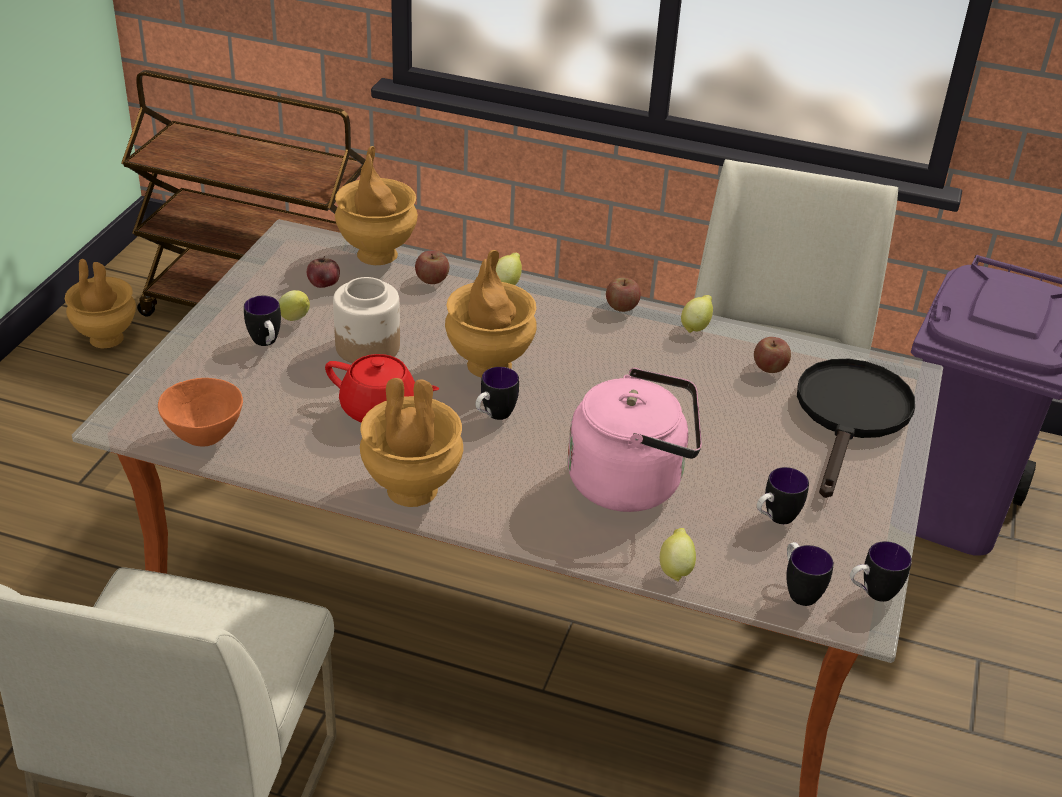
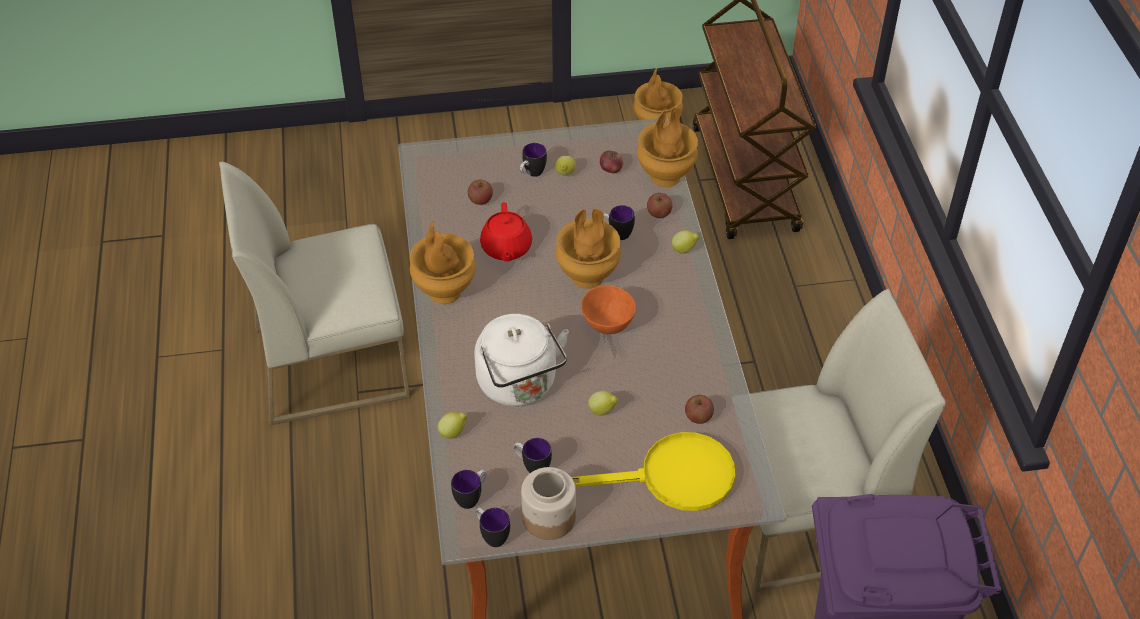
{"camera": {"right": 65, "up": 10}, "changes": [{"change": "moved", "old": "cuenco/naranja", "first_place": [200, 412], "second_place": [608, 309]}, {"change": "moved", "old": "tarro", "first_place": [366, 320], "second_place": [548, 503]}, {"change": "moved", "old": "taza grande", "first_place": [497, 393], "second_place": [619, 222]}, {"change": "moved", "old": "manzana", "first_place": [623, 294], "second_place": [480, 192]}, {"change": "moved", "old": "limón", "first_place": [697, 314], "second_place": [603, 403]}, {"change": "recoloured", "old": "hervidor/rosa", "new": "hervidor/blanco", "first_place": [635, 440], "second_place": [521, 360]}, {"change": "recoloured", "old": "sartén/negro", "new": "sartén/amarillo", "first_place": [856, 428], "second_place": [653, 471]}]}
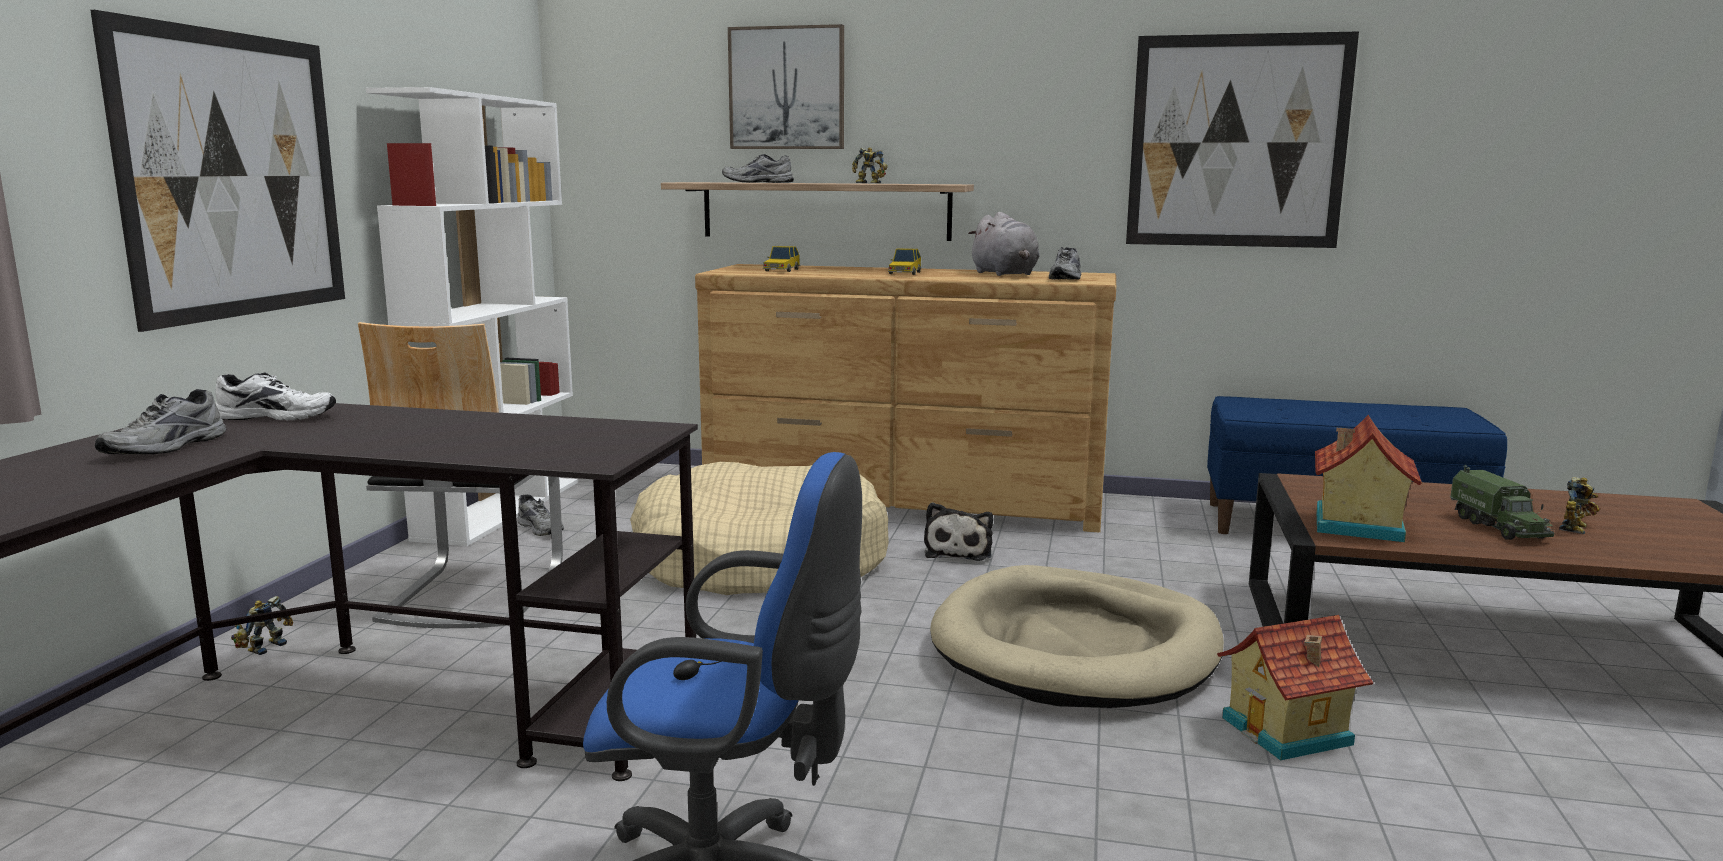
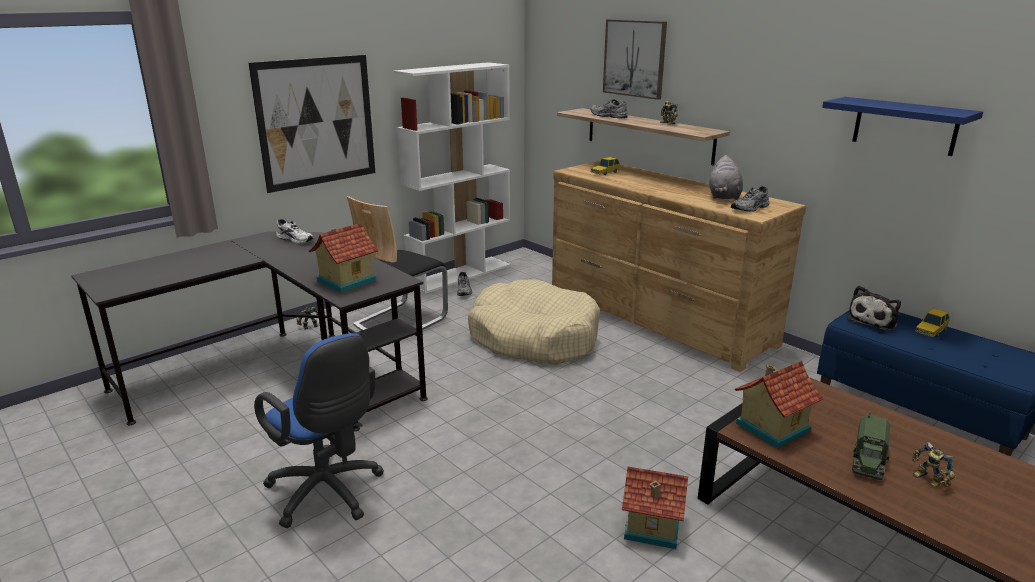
{"camera": {"right": 35, "up": 10}, "changes": [{"change": "removed", "old": "zapato/gris", "first_place": [160, 422]}, {"change": "removed", "old": "cama para perro/beis", "first_place": [1077, 636]}, {"change": "added", "new": "casita", "second_place": [343, 258]}, {"change": "moved", "old": "coche de juguete", "first_place": [904, 261], "second_place": [932, 323]}, {"change": "moved", "old": "peluche", "first_place": [958, 531], "second_place": [874, 308]}, {"change": "replaced", "old": "cuadro", "new": "estante/azul", "first_place": [1242, 139], "second_place": [902, 126]}, {"change": "turned", "old": "robot de juguete", "first_place": [1579, 505], "second_place": [934, 465], "degrees": 75}]}
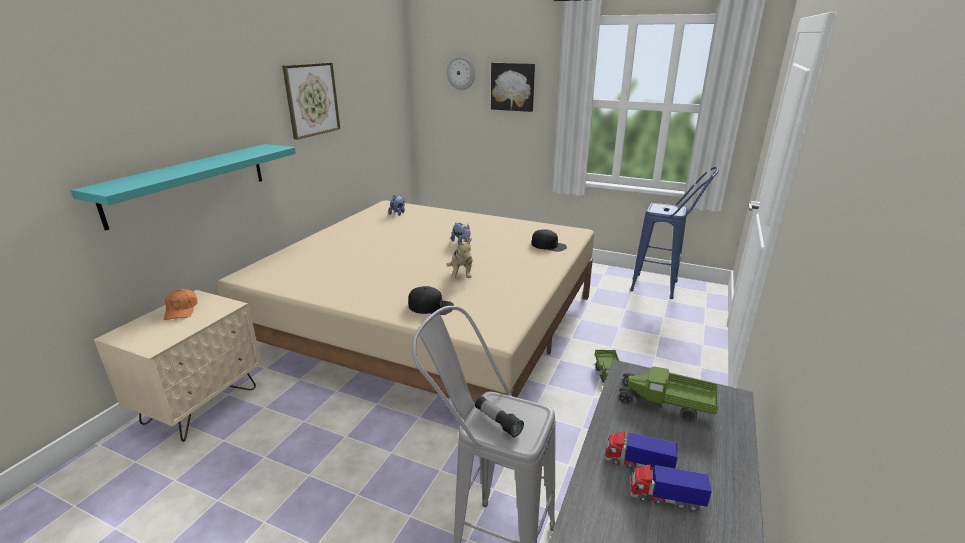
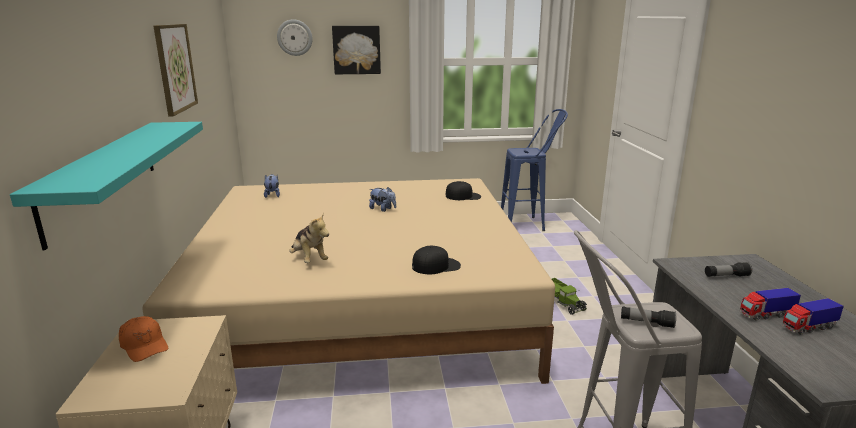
{"camera": {"right": -30, "up": -5}, "changes": [{"change": "moved", "old": "peluche", "first_place": [459, 258], "second_place": [309, 238]}, {"change": "replaced", "old": "camión de juguete", "new": "linterna", "first_place": [667, 395], "second_place": [728, 269]}]}
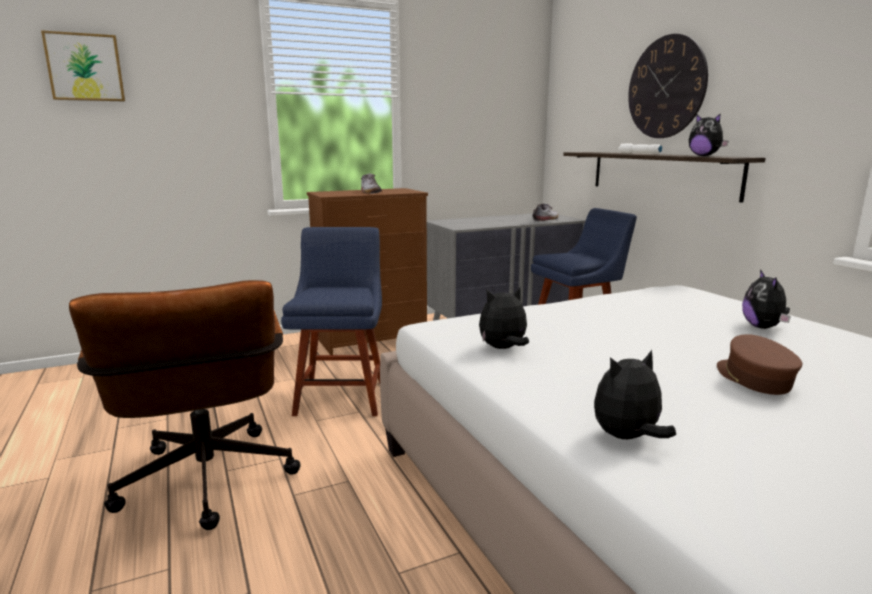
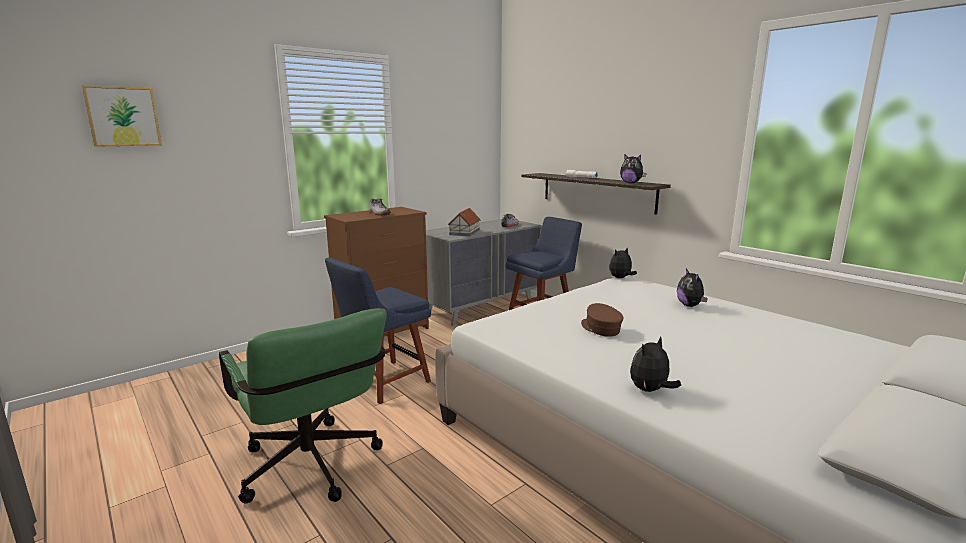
{"camera": {"right": -15, "up": 0}, "changes": [{"change": "removed", "old": "reloj de pared", "first_place": [668, 86]}, {"change": "added", "new": "casita", "second_place": [464, 222]}, {"change": "moved", "old": "peluche", "first_place": [504, 318], "second_place": [623, 262]}, {"change": "moved", "old": "gorra/marrón", "first_place": [759, 364], "second_place": [602, 320]}, {"change": "recoloured", "old": "silla de oficina/marrón", "new": "silla de oficina/verde", "first_place": [185, 405], "second_place": [303, 405]}, {"change": "turned", "old": "silla/azul", "first_place": [331, 321], "second_place": [378, 331], "degrees": -120}]}
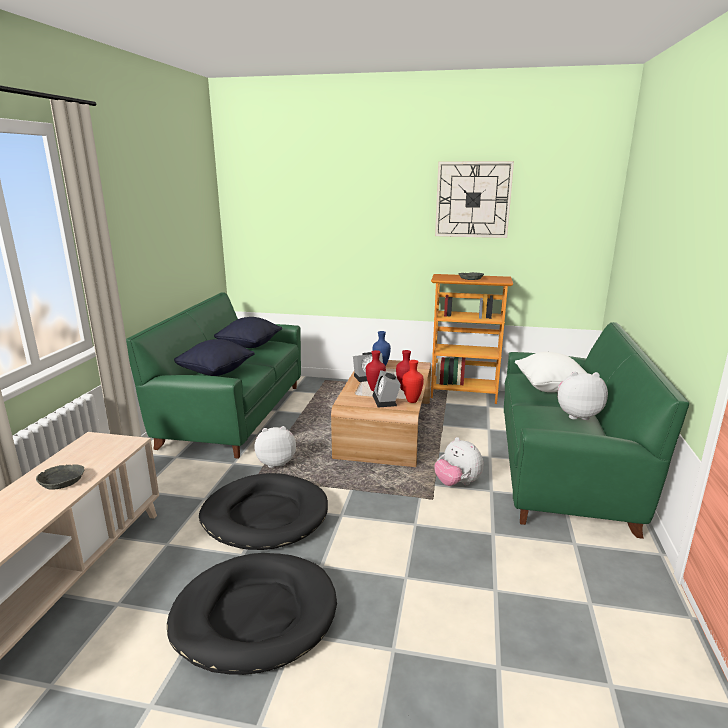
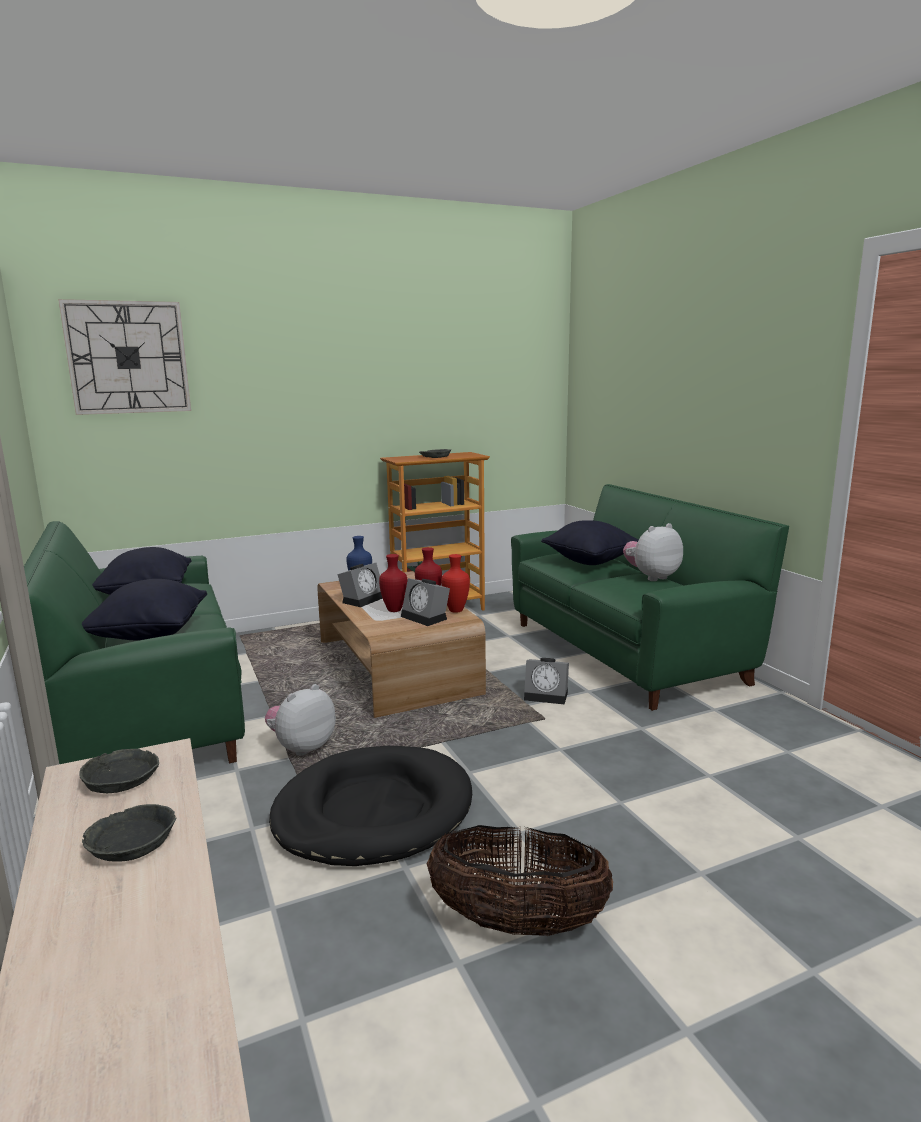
{"camera": {"right": -35, "up": -5}, "changes": [{"change": "added", "new": "cuenco/gris", "second_place": [119, 771]}, {"change": "moved", "old": "reloj de pared", "first_place": [474, 199], "second_place": [124, 357]}, {"change": "replaced", "old": "cama para perro/negro", "new": "cesta", "first_place": [252, 614], "second_place": [520, 880]}, {"change": "replaced", "old": "peluche", "new": "despertador", "first_place": [458, 461], "second_place": [546, 681]}, {"change": "recoloured", "old": "cojín/blanco", "new": "cojín/negro", "first_place": [551, 372], "second_place": [590, 542]}]}
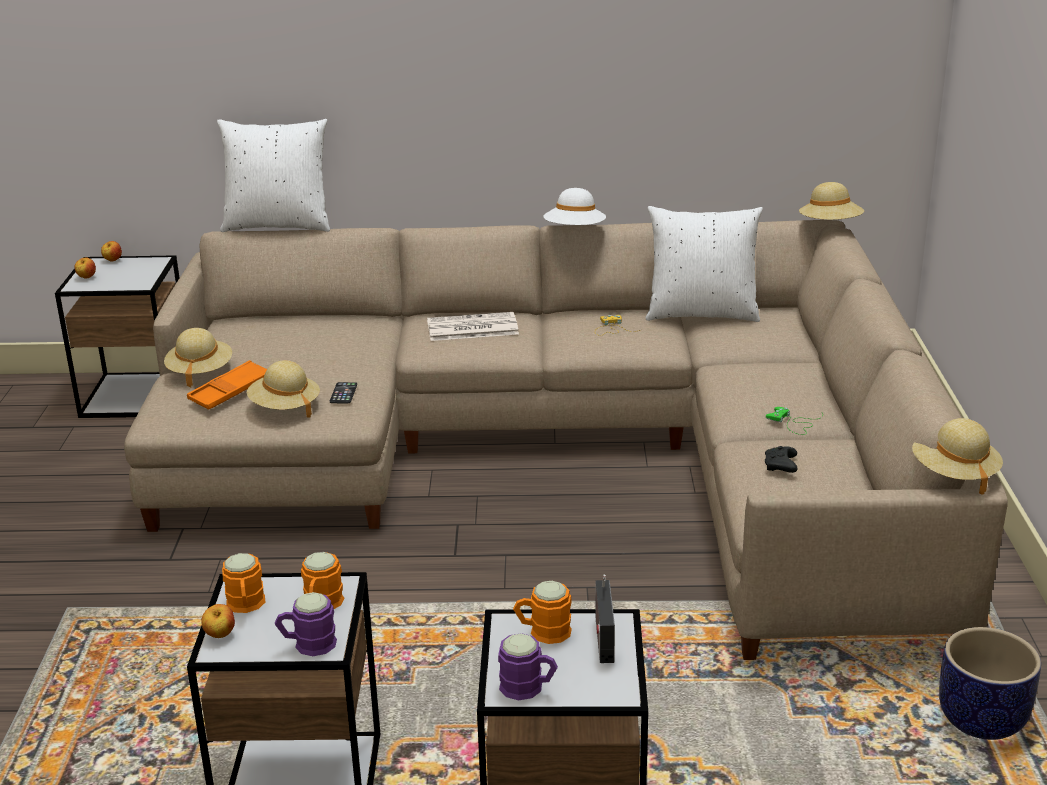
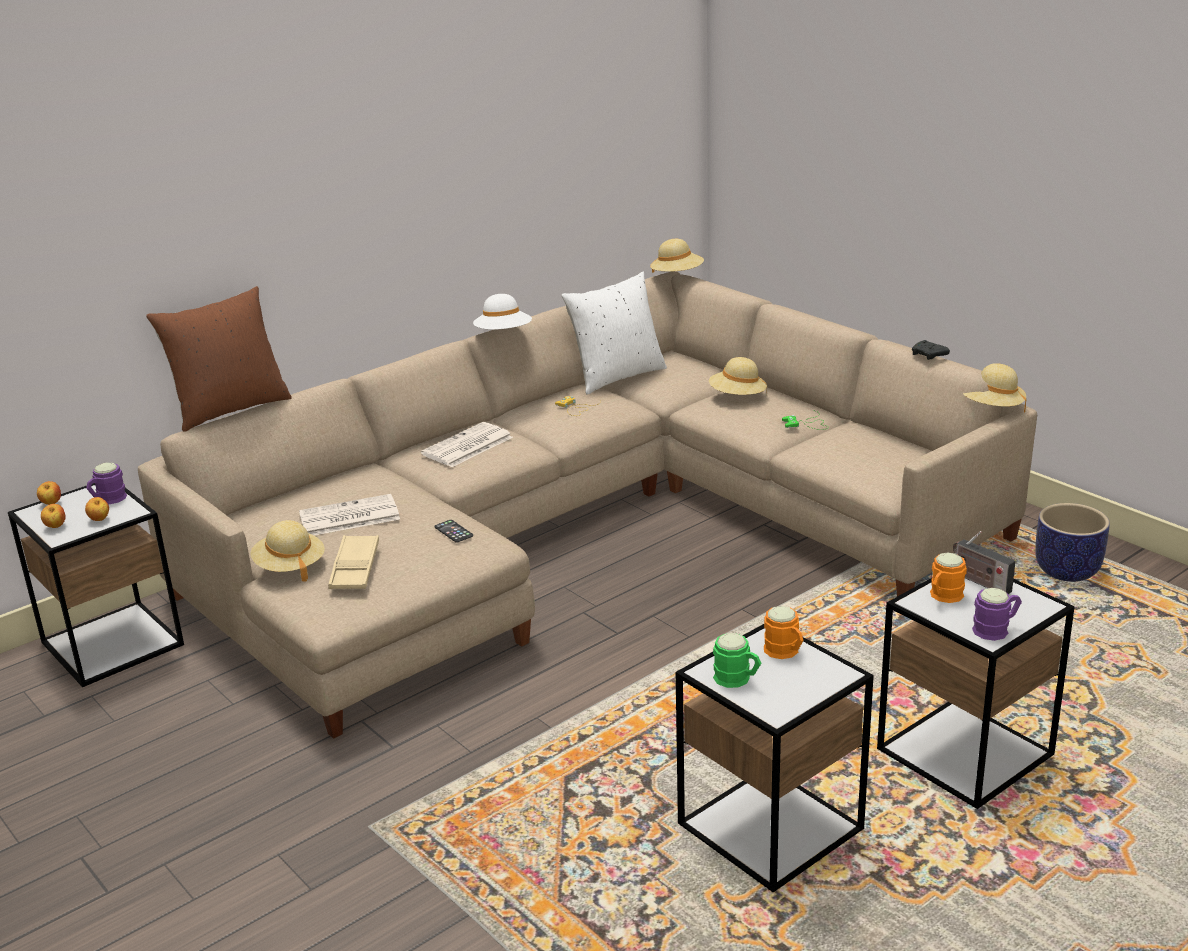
{"camera": {"right": -40, "up": 0}, "changes": [{"change": "added", "new": "periódico", "second_place": [349, 514]}, {"change": "moved", "old": "manzana", "first_place": [218, 621], "second_place": [97, 509]}, {"change": "moved", "old": "sombrero/beis", "first_place": [283, 388], "second_place": [738, 376]}, {"change": "moved", "old": "taza grande/morado", "first_place": [306, 624], "second_place": [106, 483]}, {"change": "moved", "old": "mando de consola/negro", "first_place": [781, 459], "second_place": [931, 350]}, {"change": "recoloured", "old": "bandeja/naranja", "new": "bandeja/beis", "first_place": [227, 385], "second_place": [353, 562]}, {"change": "recoloured", "old": "cojín/blanco", "new": "cojín/marrón", "first_place": [273, 175], "second_place": [219, 359]}, {"change": "recoloured", "old": "taza grande/naranja", "new": "taza grande/verde", "first_place": [243, 583], "second_place": [737, 660]}]}
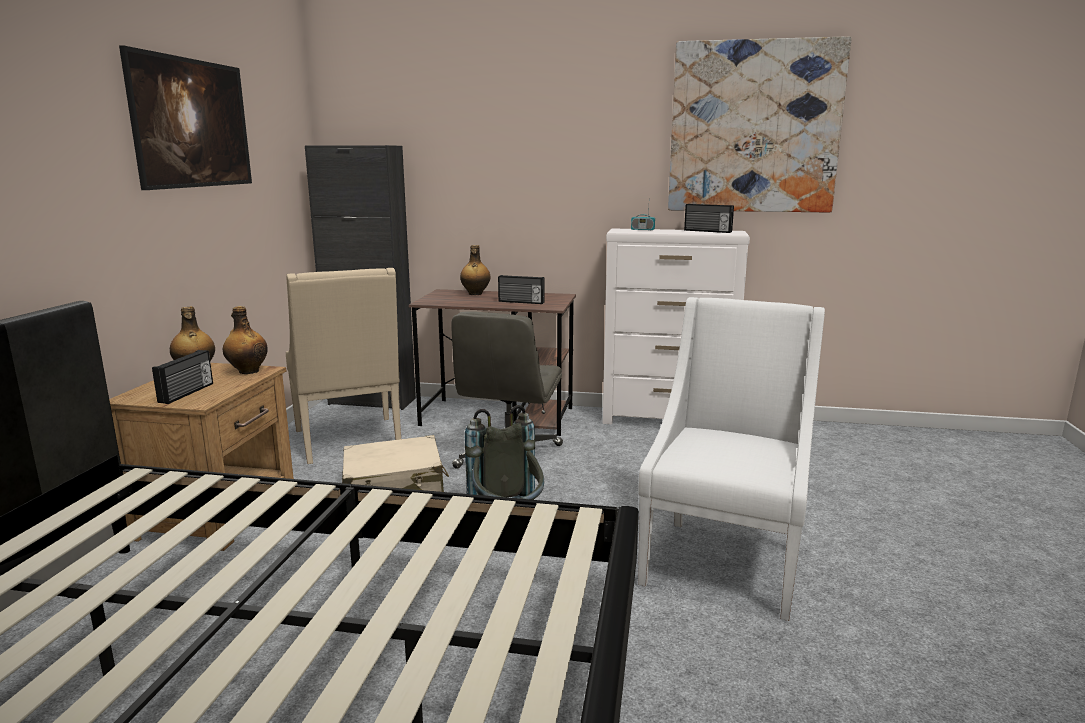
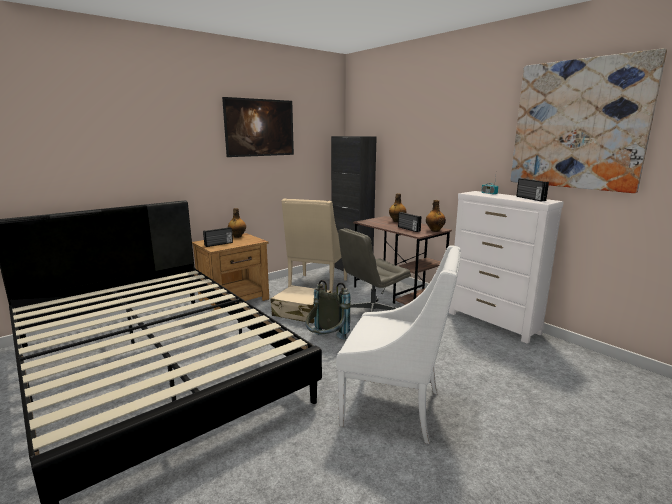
{"camera": {"right": 40, "up": 0}, "changes": [{"change": "moved", "old": "botella", "first_place": [245, 340], "second_place": [436, 216]}, {"change": "turned", "old": "sillón/blanco", "first_place": [731, 459], "second_place": [398, 344], "degrees": 45}]}
